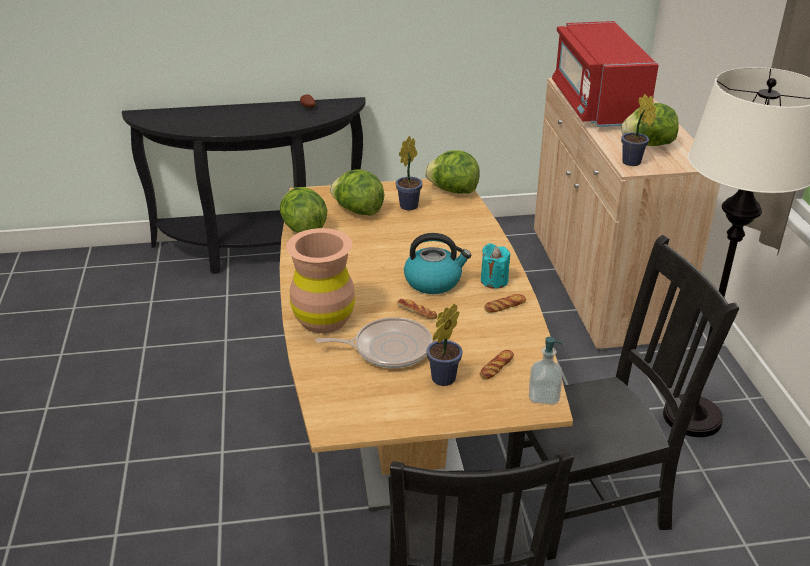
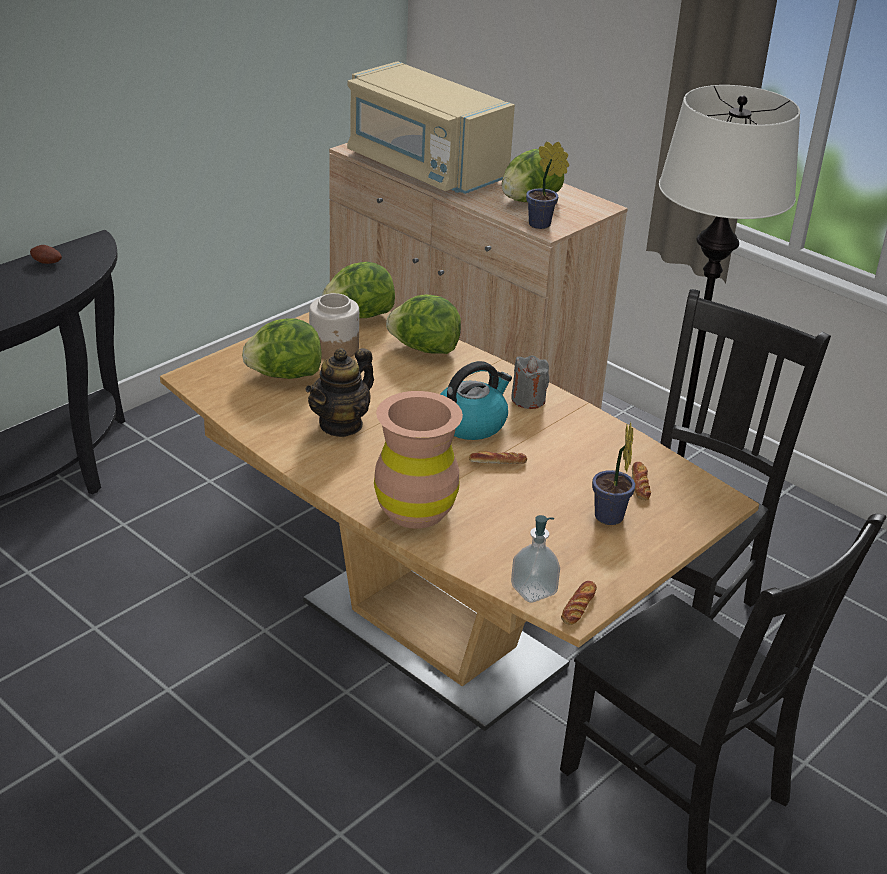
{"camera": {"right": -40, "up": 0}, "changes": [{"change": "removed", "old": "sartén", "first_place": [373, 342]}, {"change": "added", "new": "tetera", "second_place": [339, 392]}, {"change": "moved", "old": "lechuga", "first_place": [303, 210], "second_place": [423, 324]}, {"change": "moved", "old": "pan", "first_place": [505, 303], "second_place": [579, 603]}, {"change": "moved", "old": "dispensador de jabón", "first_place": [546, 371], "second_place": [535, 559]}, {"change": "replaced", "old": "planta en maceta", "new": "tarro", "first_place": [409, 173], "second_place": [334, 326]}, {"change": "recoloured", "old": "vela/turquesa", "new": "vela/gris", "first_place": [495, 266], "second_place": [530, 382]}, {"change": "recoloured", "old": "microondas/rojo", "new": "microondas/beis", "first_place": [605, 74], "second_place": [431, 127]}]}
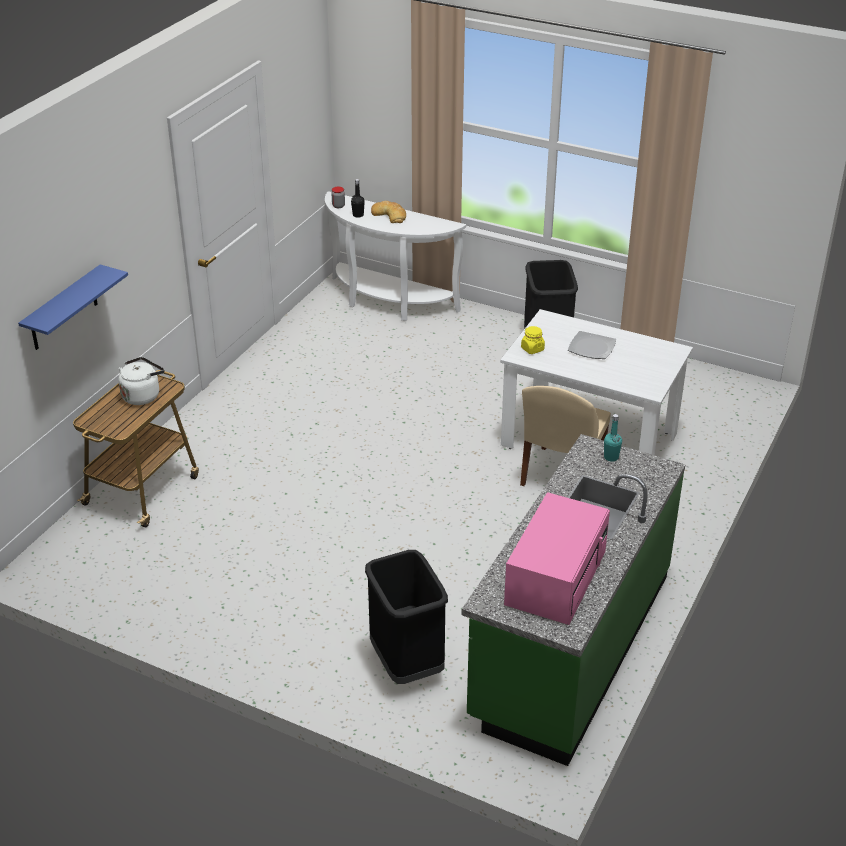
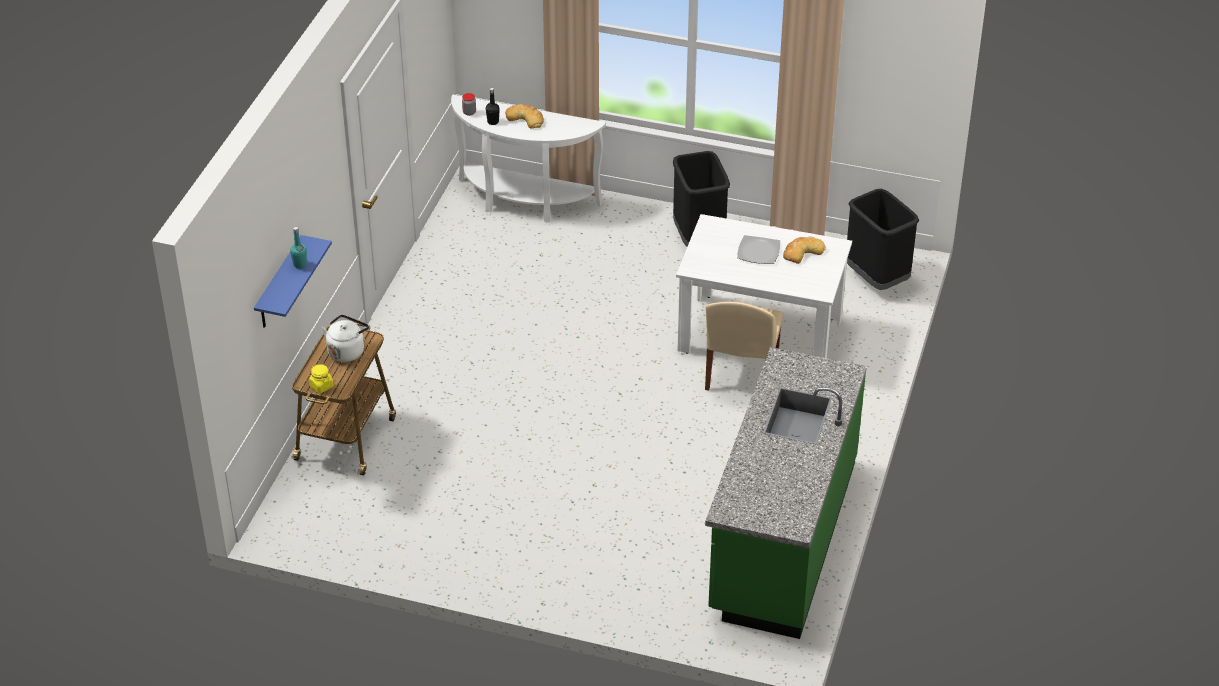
{"camera": {"right": -10, "up": 5}, "changes": [{"change": "removed", "old": "microondas/rosa", "first_place": [557, 558]}, {"change": "added", "new": "pan", "second_place": [804, 250]}, {"change": "moved", "old": "papelera/negro", "first_place": [406, 617], "second_place": [883, 239]}, {"change": "moved", "old": "tarro/amarillo", "first_place": [533, 340], "second_place": [321, 378]}, {"change": "moved", "old": "botella/turquesa", "first_place": [613, 438], "second_place": [298, 248]}]}
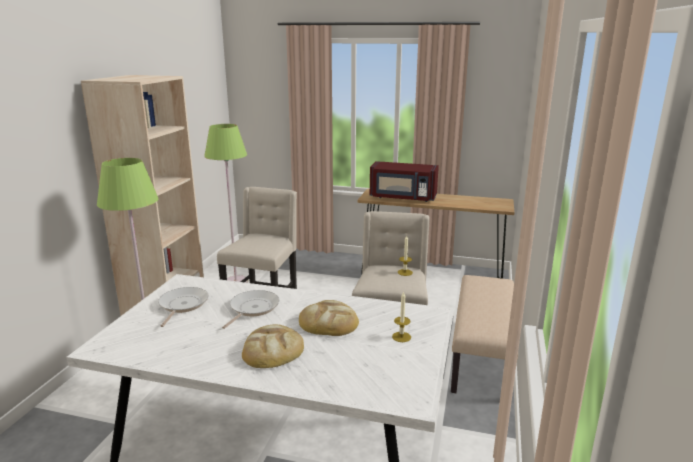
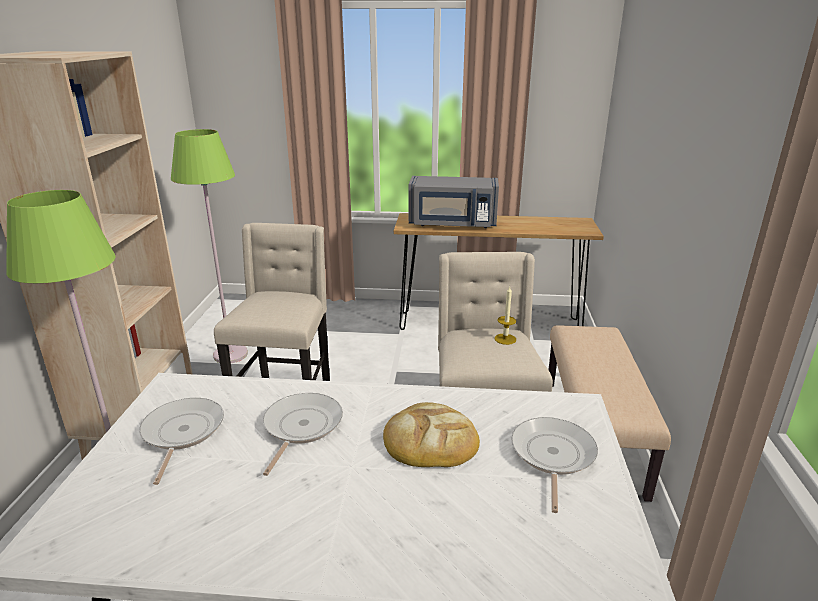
{"camera": {"right": -10, "up": 5}, "changes": [{"change": "removed", "old": "pan", "first_place": [273, 346]}, {"change": "replaced", "old": "vela", "new": "sartén", "first_place": [401, 316], "second_place": [554, 465]}, {"change": "recoloured", "old": "microondas/rojo", "new": "microondas/gris", "first_place": [404, 181], "second_place": [454, 202]}]}
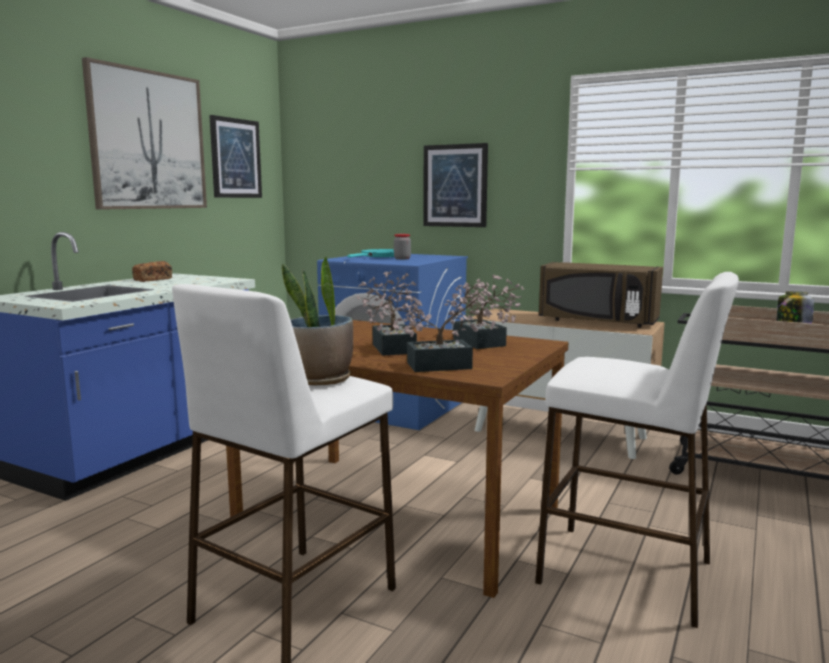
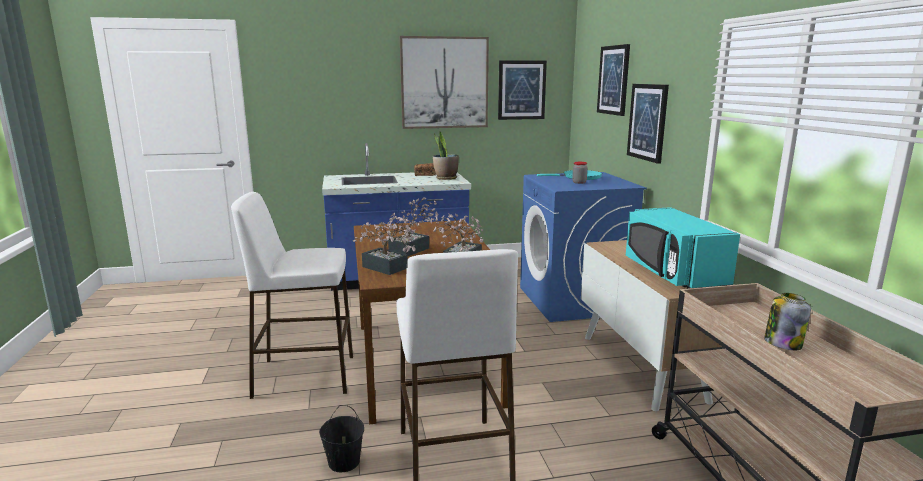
{"camera": {"right": 50, "up": 5}, "changes": [{"change": "added", "new": "cubo/negro", "second_place": [341, 438]}, {"change": "added", "new": "cuadro", "second_place": [613, 80]}, {"change": "moved", "old": "planta en maceta", "first_place": [317, 321], "second_place": [446, 155]}, {"change": "recoloured", "old": "microondas/marrón", "new": "microondas/turquesa", "first_place": [601, 295], "second_place": [683, 248]}]}
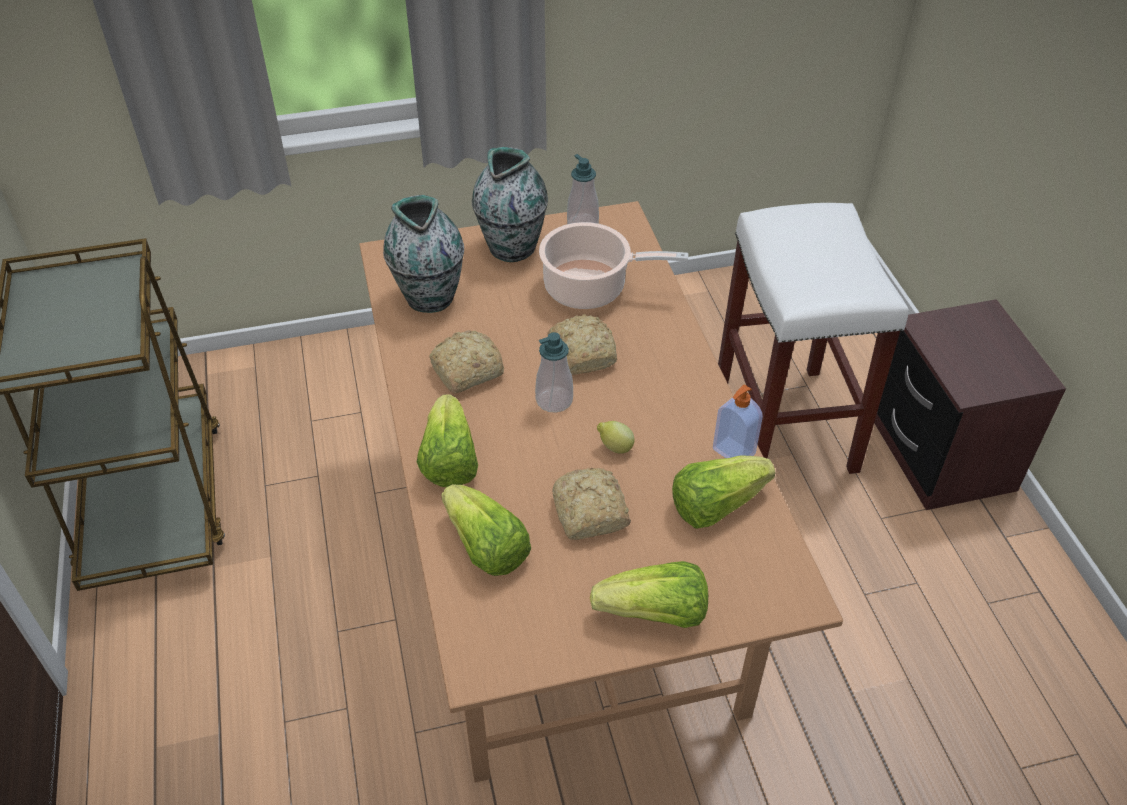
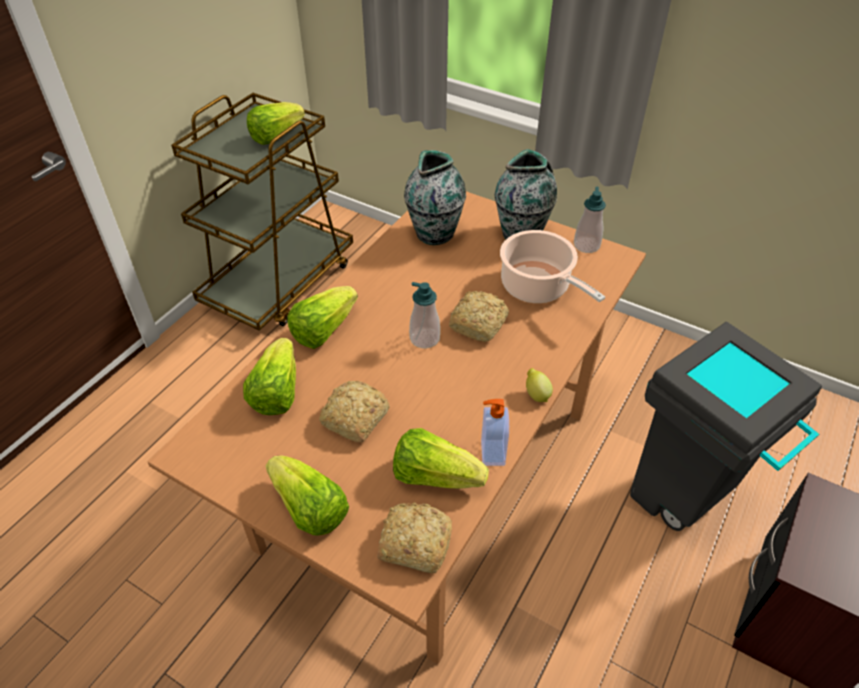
{"camera": {"right": 45, "up": 0}, "changes": [{"change": "added", "new": "lechuga", "second_place": [276, 123]}, {"change": "moved", "old": "pan", "first_place": [466, 361], "second_place": [414, 538]}, {"change": "moved", "old": "limón", "first_place": [616, 437], "second_place": [539, 385]}, {"change": "replaced", "old": "taburete/blanco", "new": "papelera/gris", "first_place": [813, 338], "second_place": [726, 426]}]}
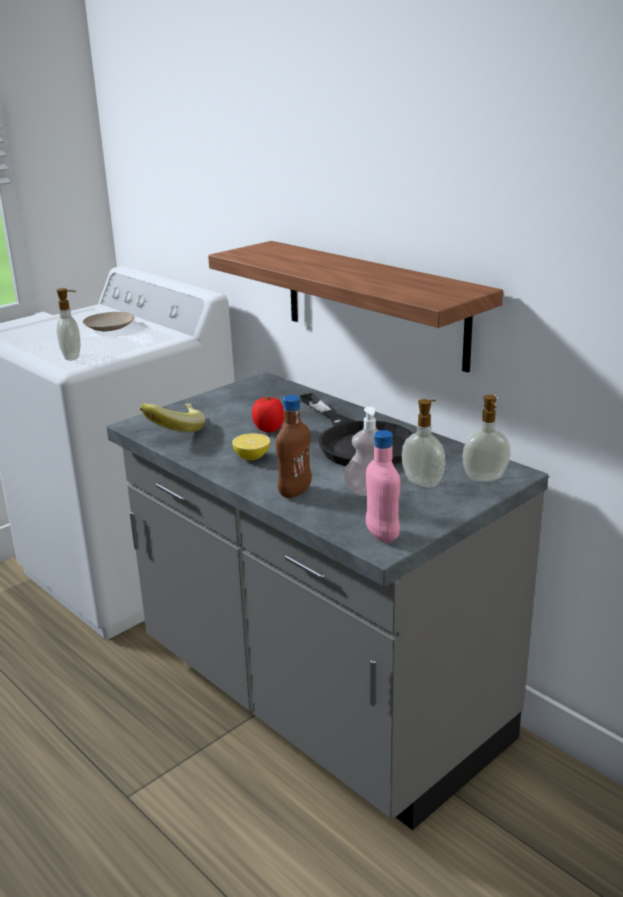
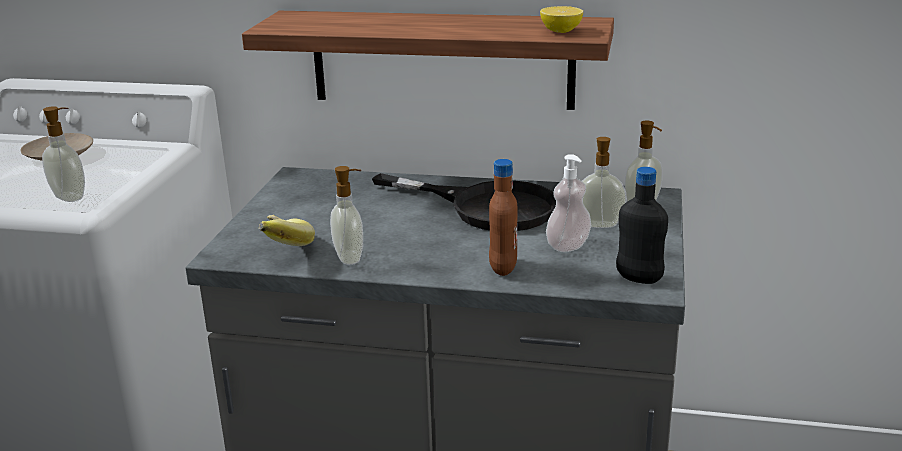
{"camera": {"right": -35, "up": 0}, "changes": [{"change": "removed", "old": "tomate", "first_place": [268, 414]}, {"change": "added", "new": "dispensador de jabón", "second_place": [346, 215]}, {"change": "moved", "old": "limón", "first_place": [251, 446], "second_place": [561, 19]}, {"change": "recoloured", "old": "botella/rosa", "new": "botella/negro", "first_place": [383, 486], "second_place": [642, 225]}]}
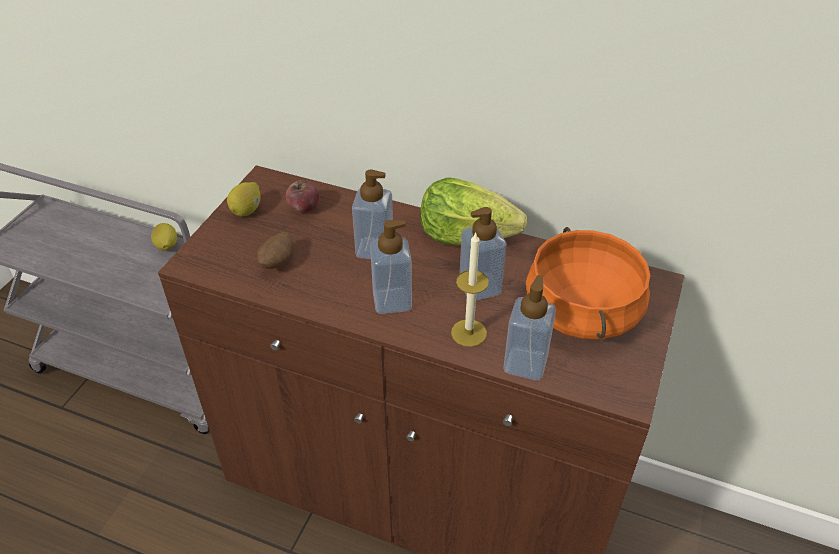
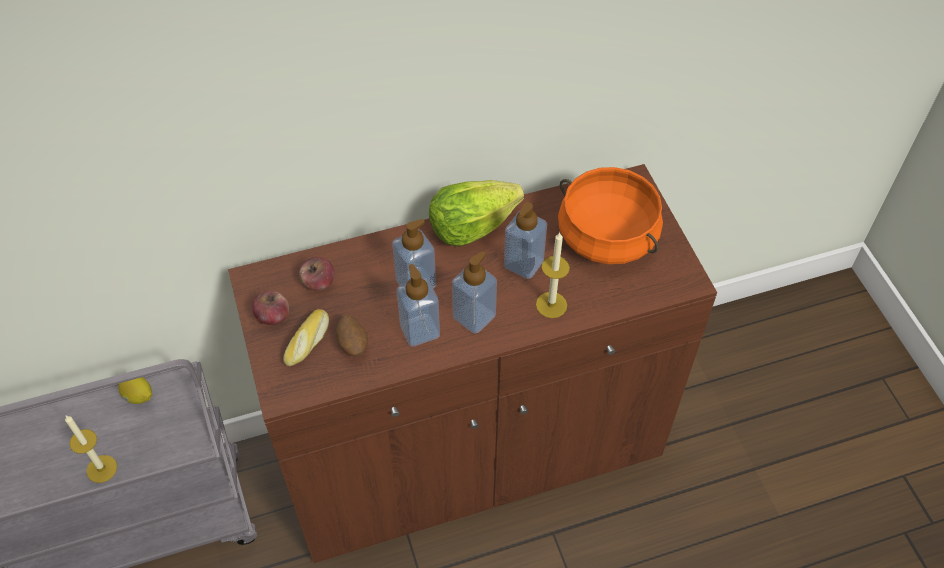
{"camera": {"right": -40, "up": 10}, "changes": [{"change": "added", "new": "vela", "second_place": [91, 449]}, {"change": "added", "new": "pan", "second_place": [306, 337]}, {"change": "moved", "old": "dispensador de jabón", "first_place": [529, 328], "second_place": [418, 305]}, {"change": "replaced", "old": "limón", "new": "manzana", "first_place": [244, 199], "second_place": [270, 308]}]}
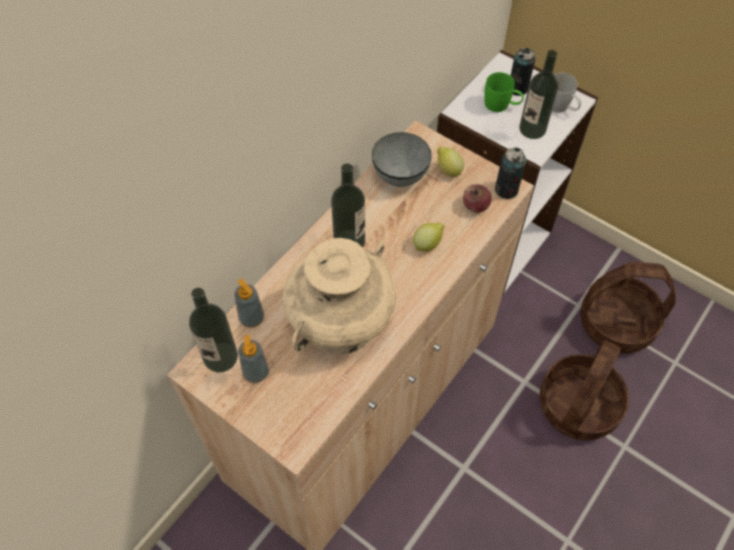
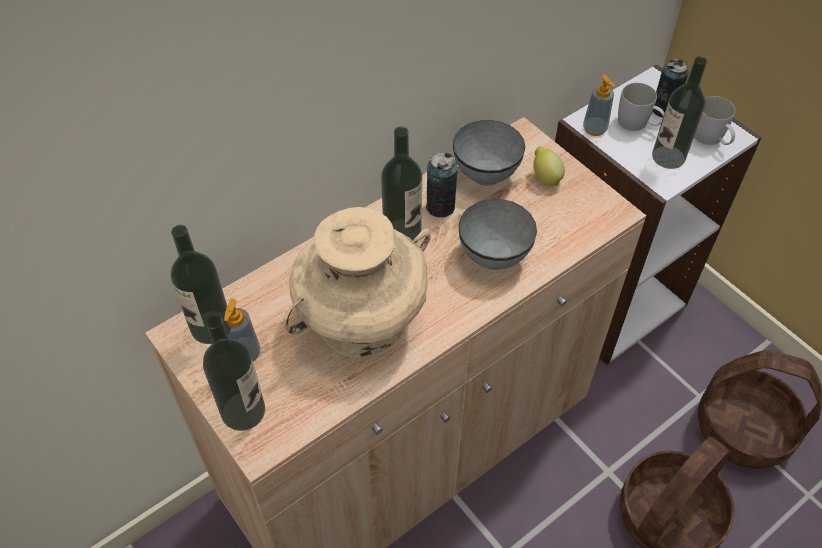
{"camera": {"right": 15, "up": -5}, "changes": [{"change": "removed", "old": "manzana", "first_place": [477, 198]}, {"change": "added", "new": "botella", "second_place": [234, 373]}, {"change": "moved", "old": "dispensador de jabón", "first_place": [249, 303], "second_place": [599, 105]}, {"change": "moved", "old": "lata", "first_place": [510, 173], "second_place": [442, 184]}, {"change": "replaced", "old": "limón", "new": "cuenco/gris", "first_place": [429, 237], "second_place": [498, 234]}, {"change": "recoloured", "old": "taza grande/verde", "new": "taza grande/blanco", "first_place": [504, 92], "second_place": [641, 107]}]}
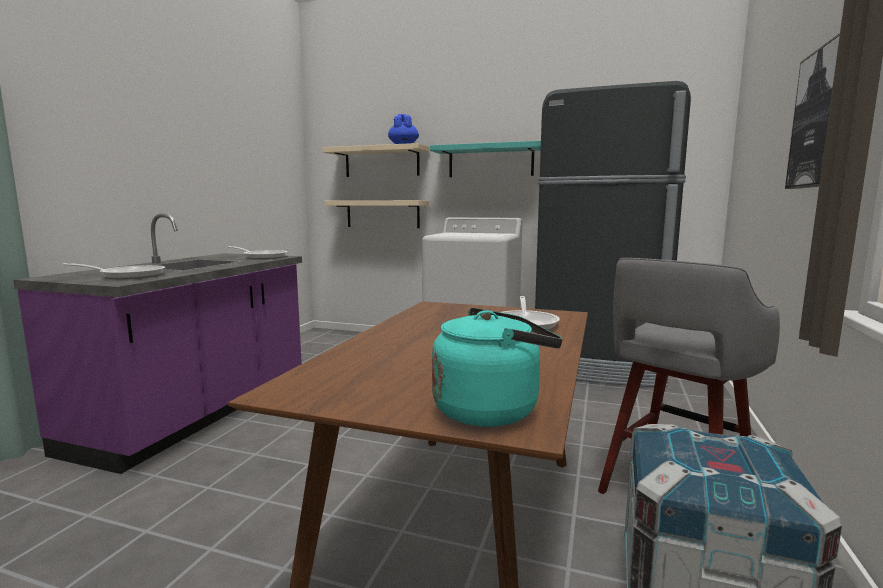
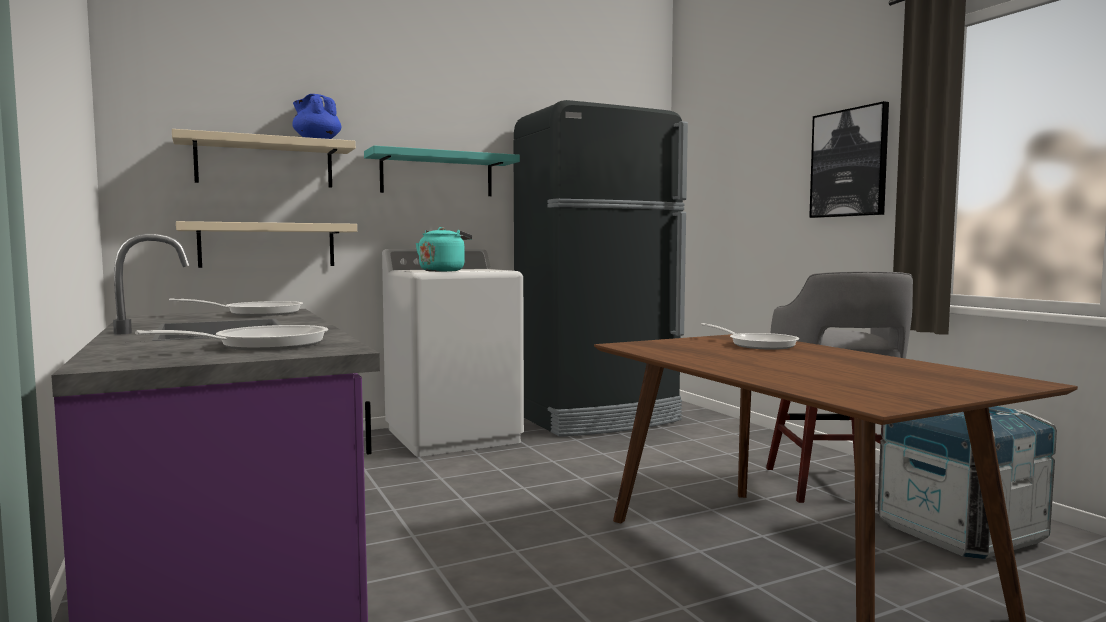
{"camera": {"right": -45, "up": -5}, "changes": [{"change": "moved", "old": "hervidor/turquesa", "first_place": [497, 367], "second_place": [444, 249]}]}
